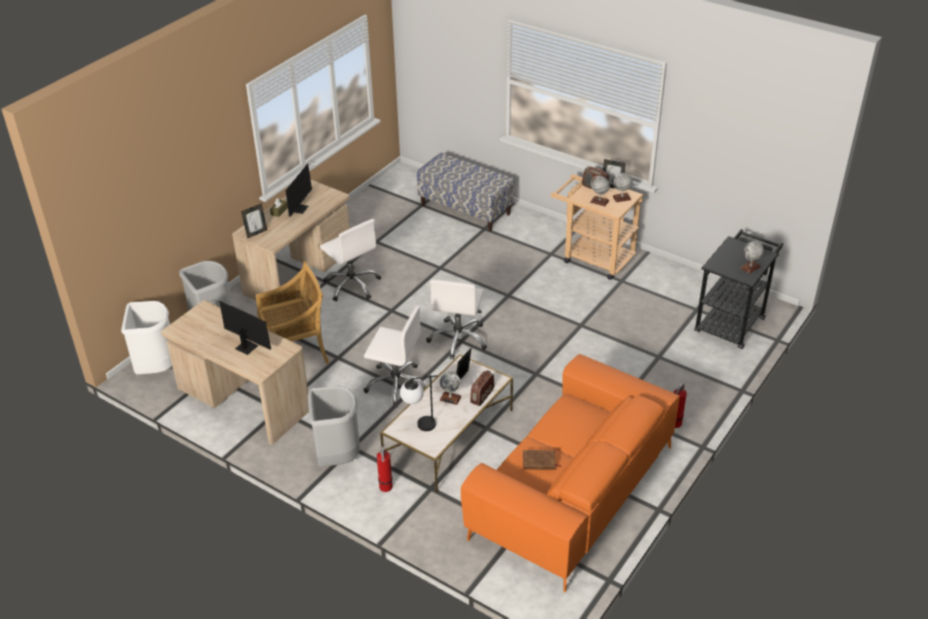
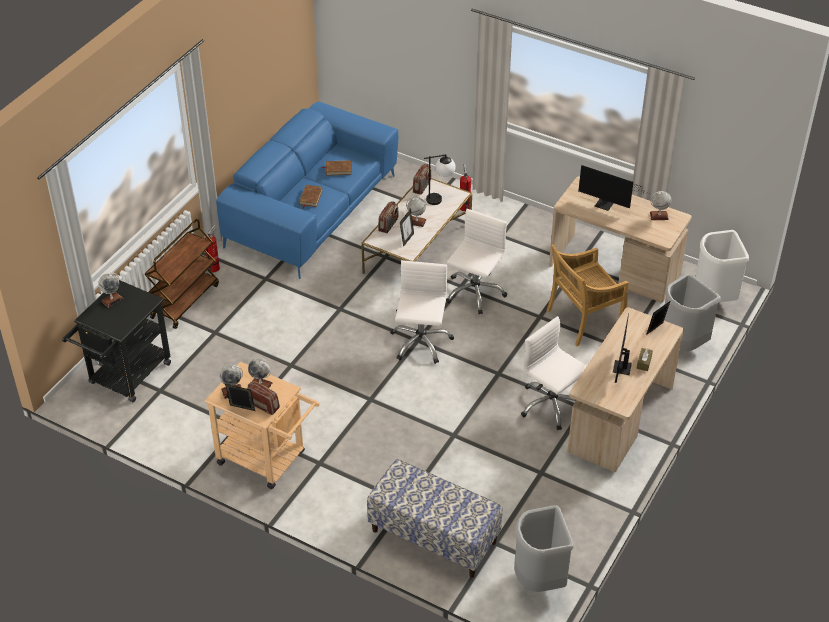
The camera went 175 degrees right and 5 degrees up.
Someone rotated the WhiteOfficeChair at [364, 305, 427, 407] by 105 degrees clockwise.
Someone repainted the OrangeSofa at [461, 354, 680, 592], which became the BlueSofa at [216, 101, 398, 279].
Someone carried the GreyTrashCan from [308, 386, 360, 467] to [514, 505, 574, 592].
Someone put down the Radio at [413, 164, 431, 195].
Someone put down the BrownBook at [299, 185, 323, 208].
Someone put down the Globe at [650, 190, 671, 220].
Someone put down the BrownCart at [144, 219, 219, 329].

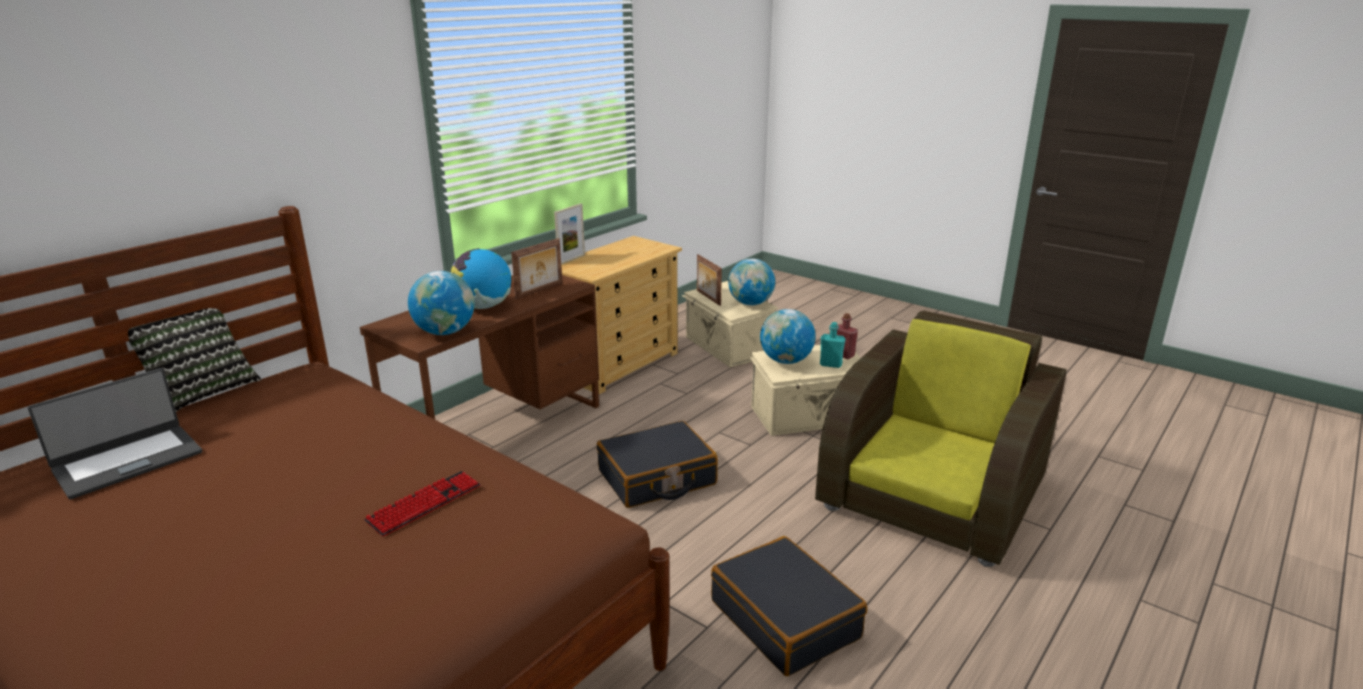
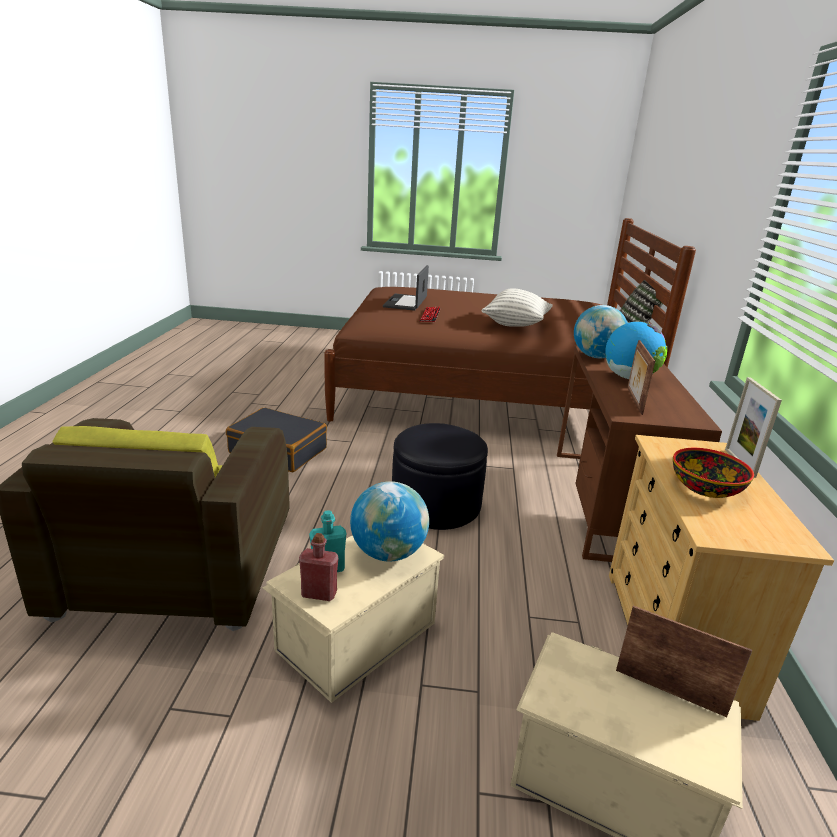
The camera went 145 degrees right and 0 degrees up.
Someone took away the Globe at [728, 258, 775, 305].
Someone carried the Laptop from [28, 368, 202, 499] to [383, 265, 429, 311].
Someone swapped the BlackSuitcase at [597, 421, 718, 508] for the BlackOttoman at [392, 423, 488, 530].
Someone put down the Pillow at [482, 288, 553, 327].
Someone put down the Bowl at [673, 448, 754, 498].

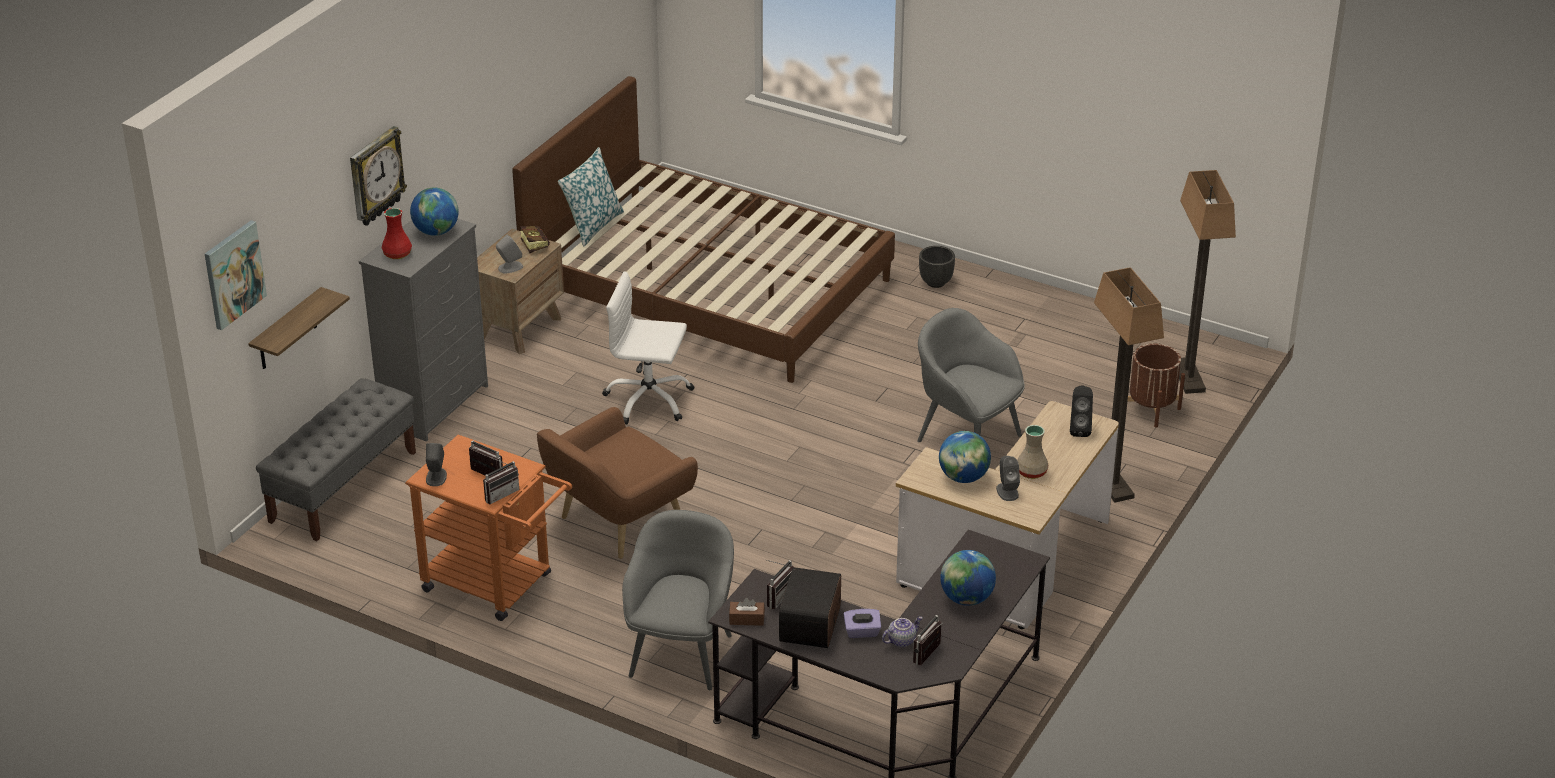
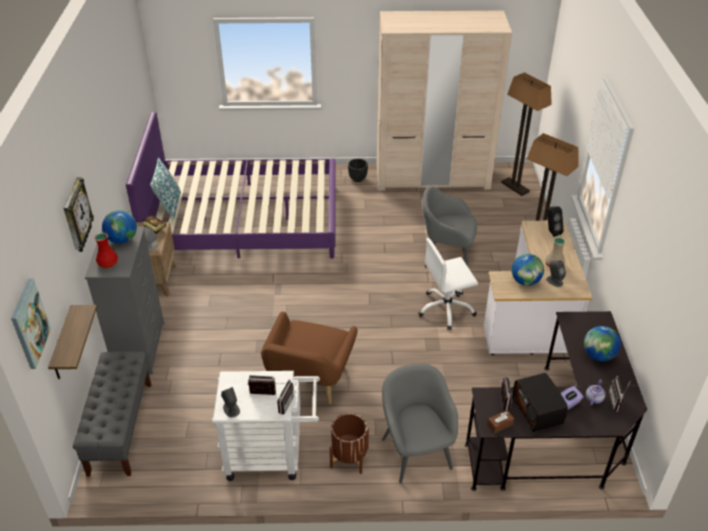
The camera went 30 degrees left and 5 degrees up.
Someone repainted the BrownBed at [512, 76, 895, 383], which became the PurpleBed at [126, 112, 336, 258].
Someone carried the WhiteOfficeChair from [602, 271, 694, 424] to [418, 238, 478, 330].
Someone carried the BrownPlanter from [1127, 344, 1185, 427] to [330, 413, 369, 474].
Someone repainted the OrangeCart at [405, 435, 572, 621], which became the WhiteCart at [212, 371, 320, 481].
Someone put down the BeigeWardrobe at [377, 10, 512, 191].

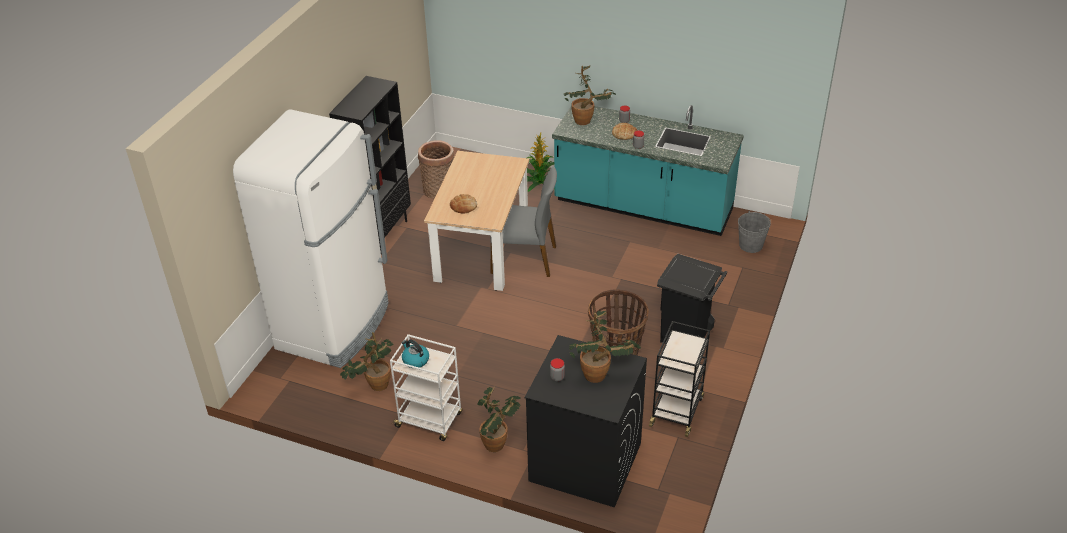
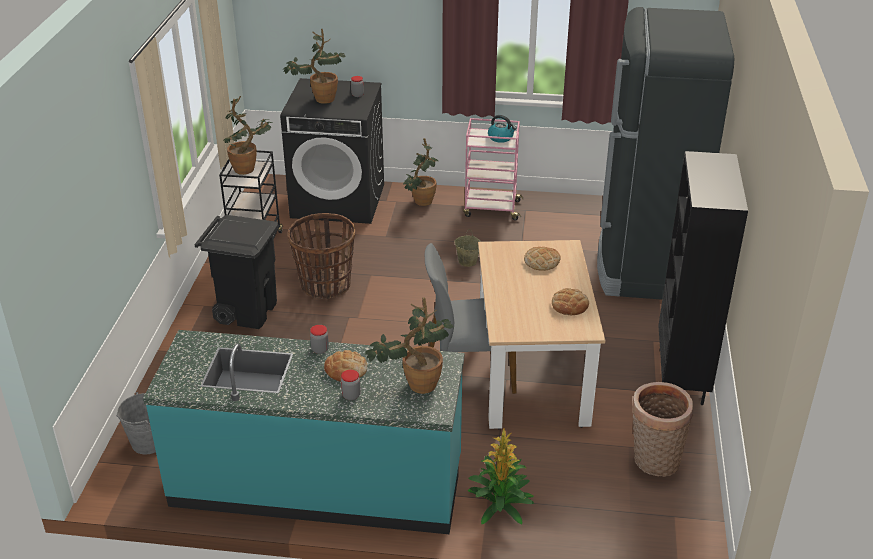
The camera went 165 degrees right and 5 degrees down.
Someone repainted the WhiteFridge at [233, 109, 389, 368], which became the BlackFridge at [597, 7, 734, 300].
Someone carried the PottedPlant from [340, 332, 393, 391] to [223, 96, 273, 175].
Someone repainted the WhiteCart at [390, 334, 463, 441], which became the PinkCart at [463, 118, 523, 220].
Someone put down the BeigeBucket at [454, 229, 481, 267].
Someone put down the Bread at [552, 288, 589, 315].

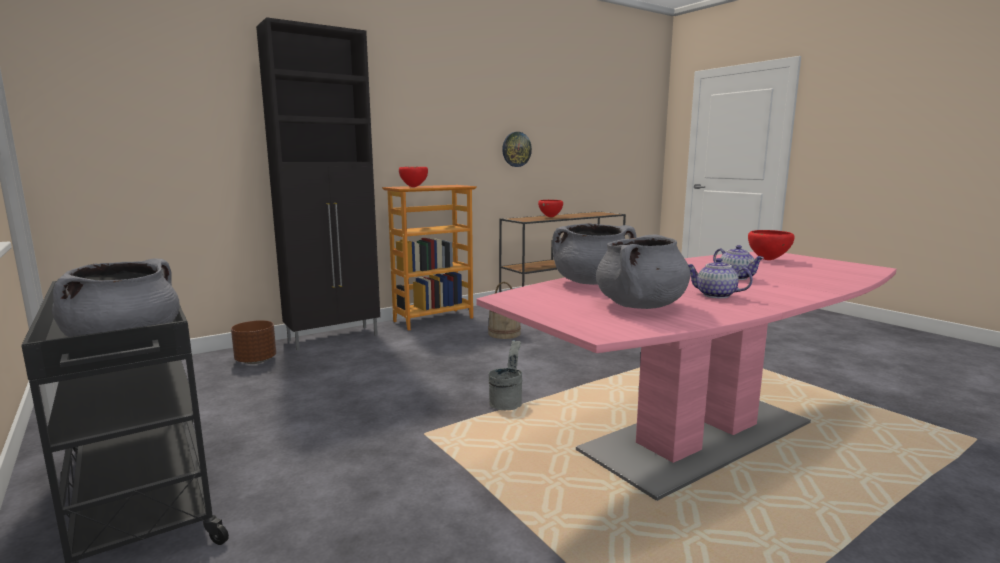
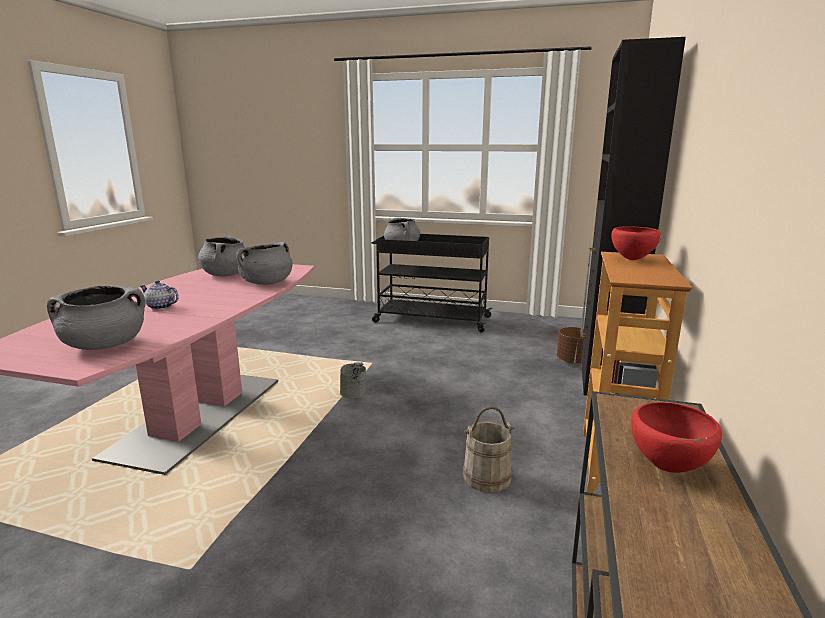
The camera went 140 degrees right and 5 degrees up.
Someone took away the WallClock at [502, 132, 532, 167].
Someone swapped the RedBowl at [748, 230, 794, 260] for the GreyCookingPot at [47, 286, 145, 350].
Someone took away the Teapot at [688, 258, 753, 298].

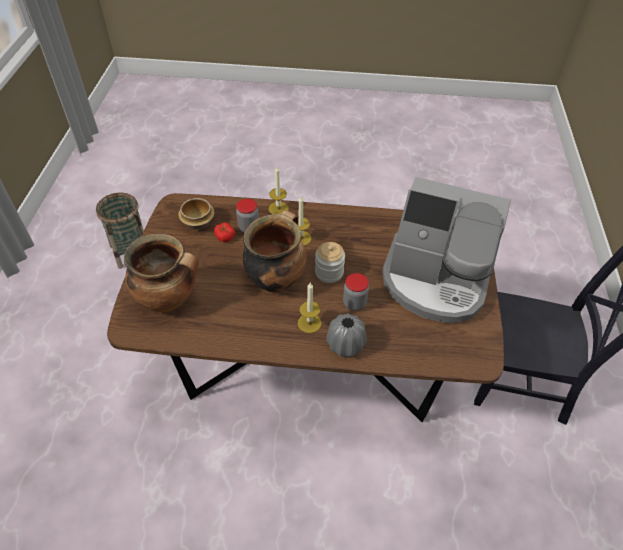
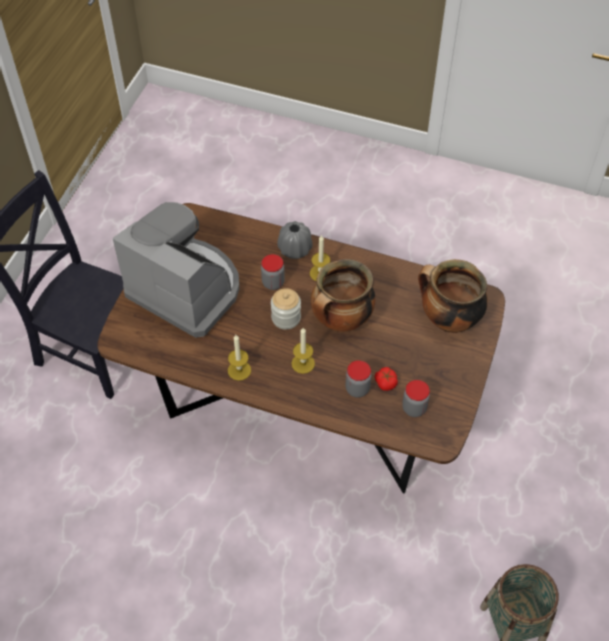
The camera went 165 degrees left and 5 degrees up.
Someone carried the Candle from [269, 167, 289, 214] to [228, 335, 251, 381].
Someone swapped the Bowl at [178, 198, 214, 230] for the Jar at [402, 380, 430, 417].

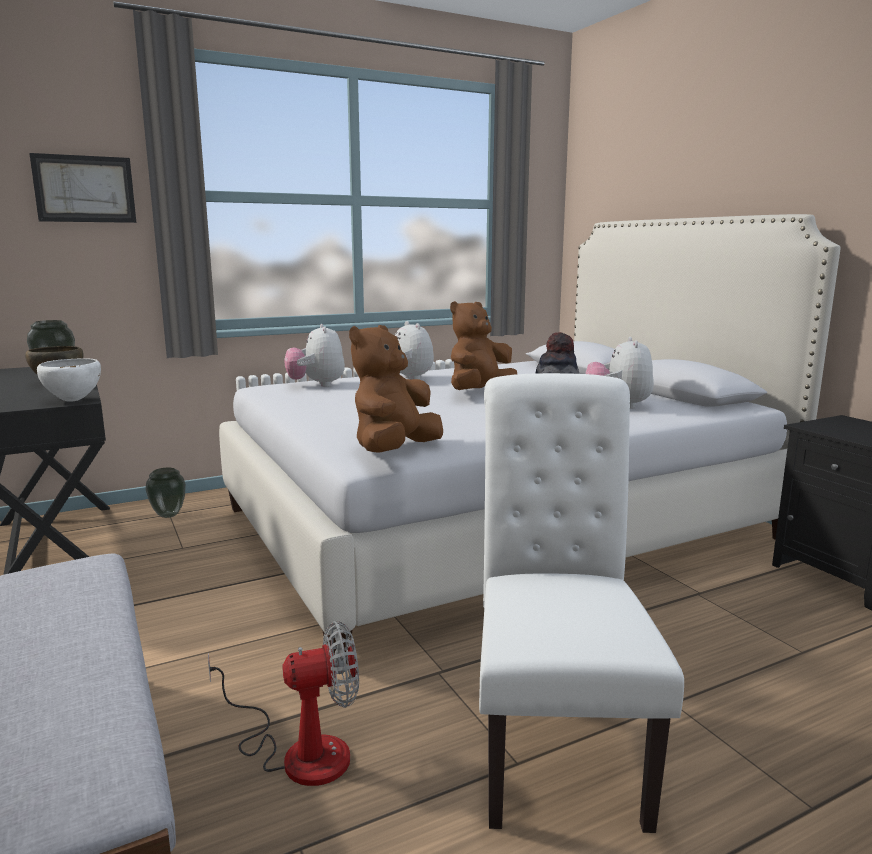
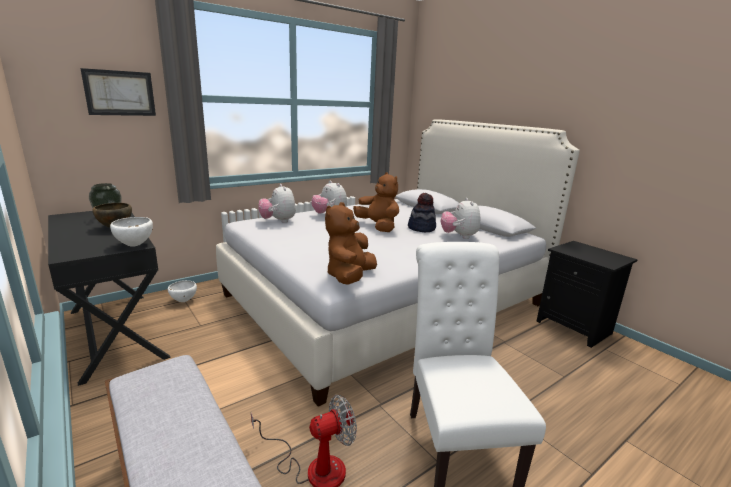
The camera went 10 degrees left and 5 degrees up.
Someone rotated the BrownPlushToy at [450, 301, 517, 390] by 105 degrees clockwise.
Someone swapped the Vase at [145, 468, 186, 518] for the WhiteBowl at [168, 280, 197, 302].

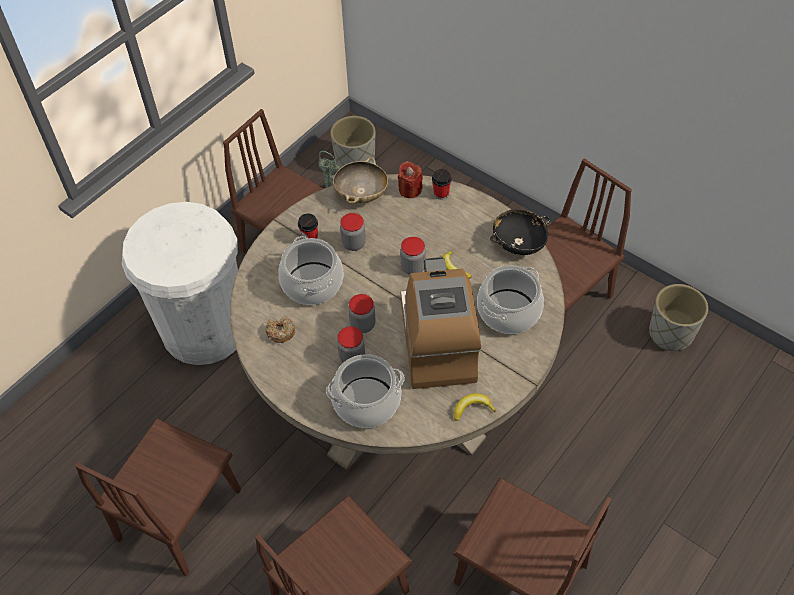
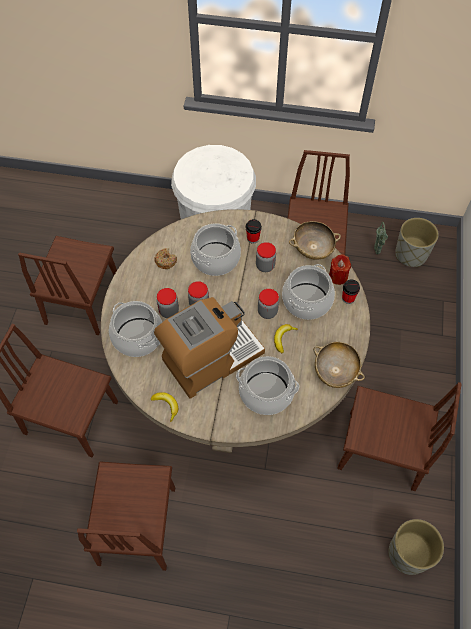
The camera went 60 degrees right and 5 degrees up.
Someone repainted the BlackBowl at [490, 209, 550, 255], which became the BeigeBowl at [313, 342, 365, 388].
Someone rotated the BrownChair at [75, 418, 241, 576] by 75 degrees counterclockwise.
Someone put down the CookingPot at [282, 264, 335, 320].

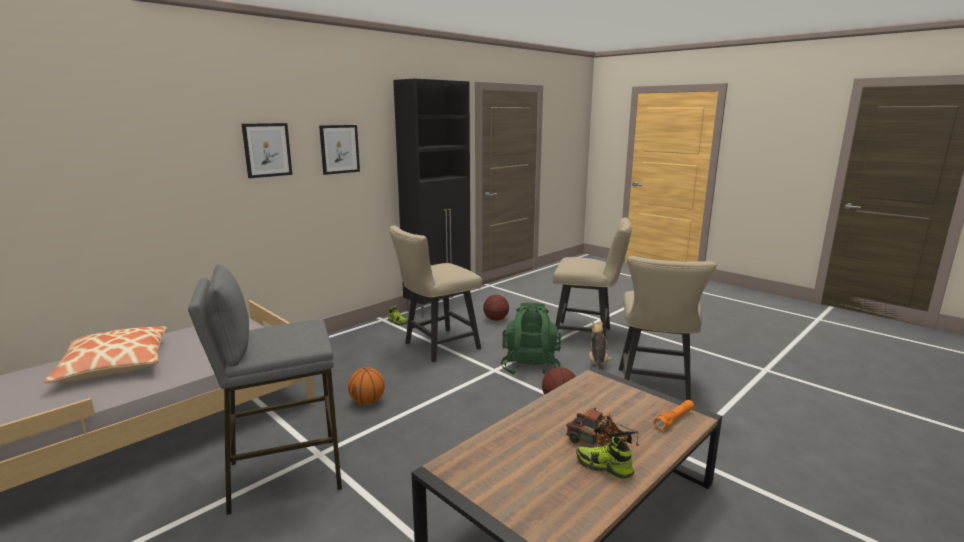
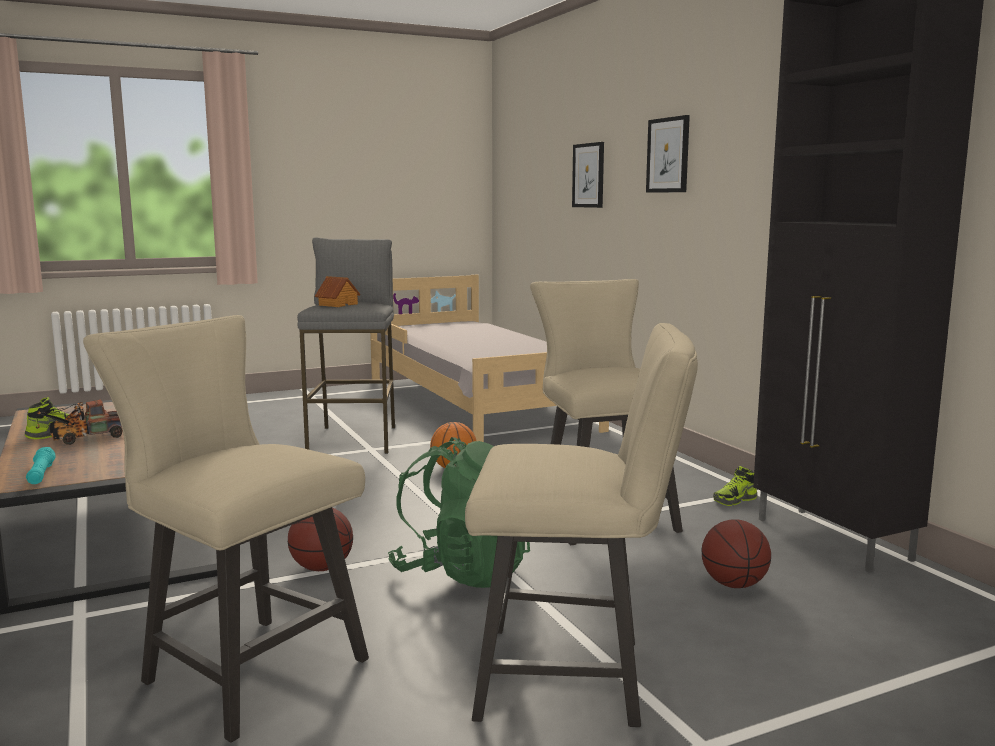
The camera went 110 degrees right and 5 degrees down.
Someone carried the Picture from [319, 125, 360, 175] to [572, 142, 604, 208].
Someone rotated the BeigeChair at [553, 218, 632, 348] by 120 degrees counterclockwise.
Someone took away the PlushToy at [589, 320, 612, 370].
Someone took away the Pillow at [44, 326, 167, 383].
Someone repainted the OrangeFlashlight at [653, 400, 694, 431], which became the TurquoiseFlashlight at [26, 447, 56, 484].
Someone put down the ToyHouse at [315, 276, 360, 307].

